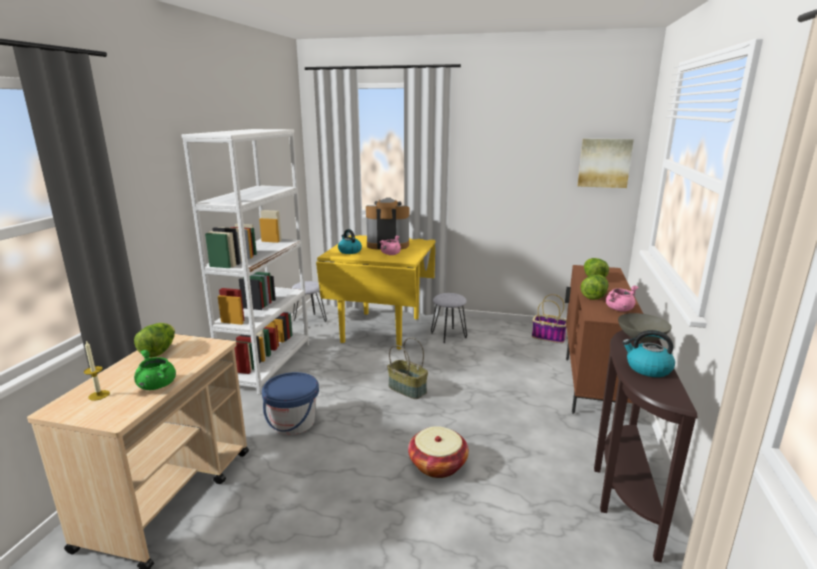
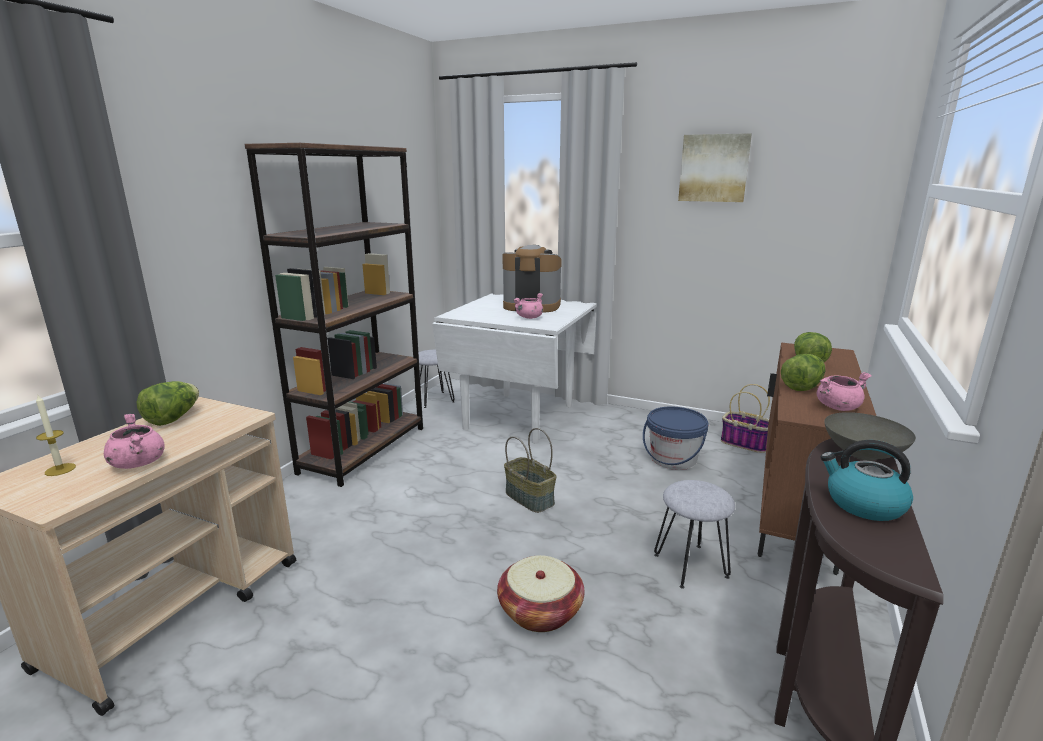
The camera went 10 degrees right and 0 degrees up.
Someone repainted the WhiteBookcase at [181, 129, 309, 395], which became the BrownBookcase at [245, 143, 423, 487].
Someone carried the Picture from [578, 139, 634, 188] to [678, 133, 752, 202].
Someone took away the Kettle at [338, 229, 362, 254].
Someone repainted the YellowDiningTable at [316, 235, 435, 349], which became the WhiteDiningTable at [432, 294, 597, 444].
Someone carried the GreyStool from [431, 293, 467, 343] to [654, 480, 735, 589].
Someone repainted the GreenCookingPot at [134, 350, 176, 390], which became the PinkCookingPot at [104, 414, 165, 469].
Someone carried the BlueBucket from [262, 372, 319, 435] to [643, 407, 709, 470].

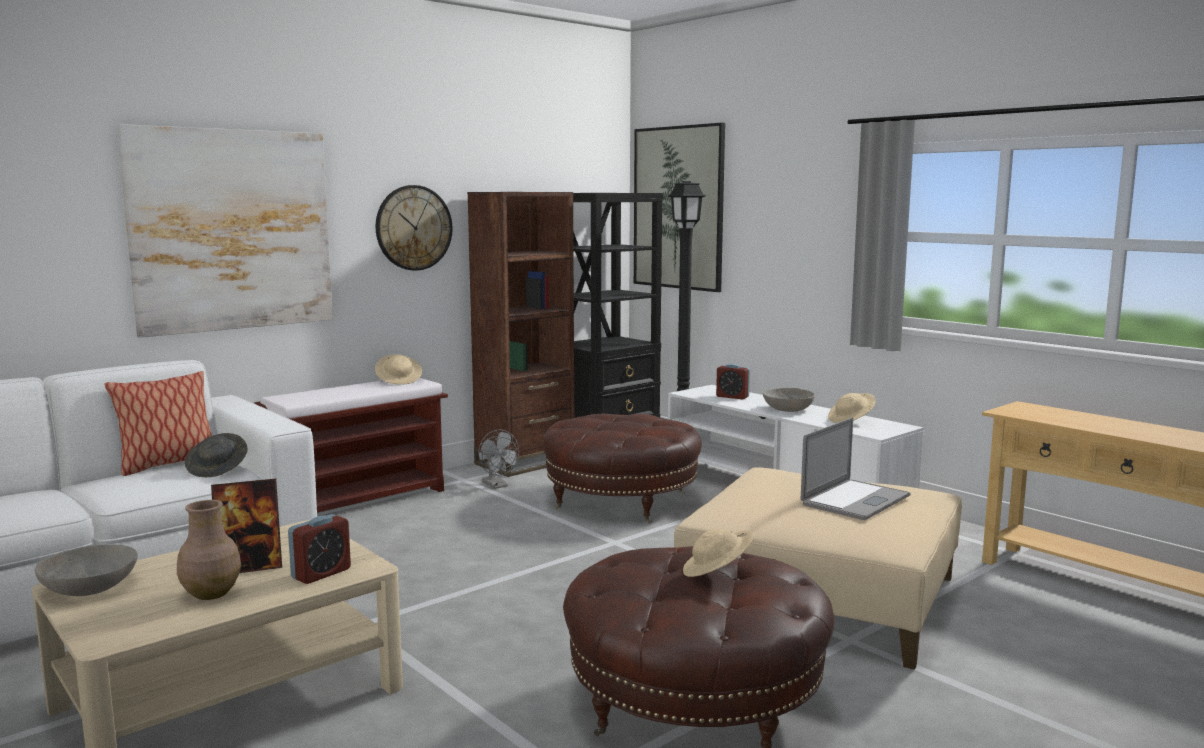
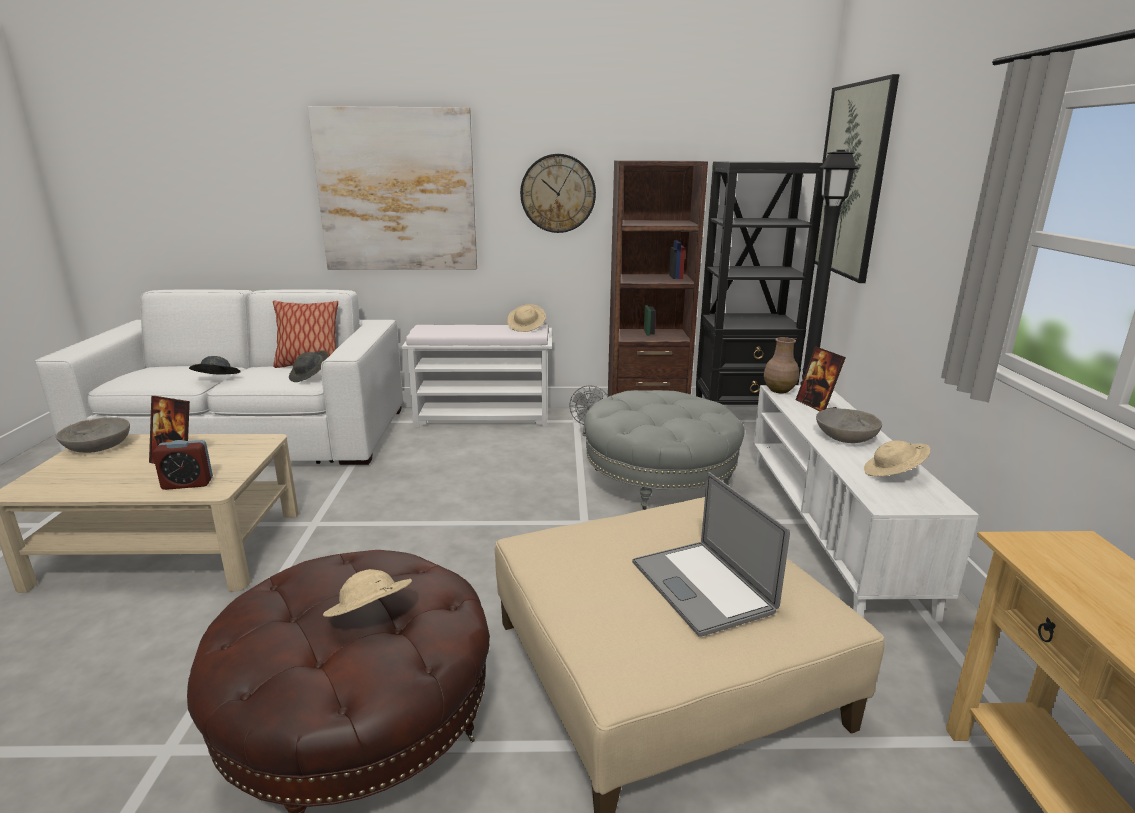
The camera went 40 degrees right and 10 degrees up.
Someone swapped the AlarmClock at [716, 364, 750, 399] for the PictureFrame at [796, 346, 846, 411].
Someone repainted the BrownBench at [254, 378, 448, 513], which became the WhiteBench at [402, 325, 552, 427].
Someone repainted the BrownOttoman at [543, 414, 702, 523], which became the GreyOttoman at [584, 390, 745, 510].
Someone rotated the Laptop at [801, 418, 911, 520] by 75 degrees clockwise.
Someone carried the BrownVase from [177, 500, 241, 600] to [764, 337, 799, 393].
Someone put down the GreyHat at [189, 356, 241, 375].

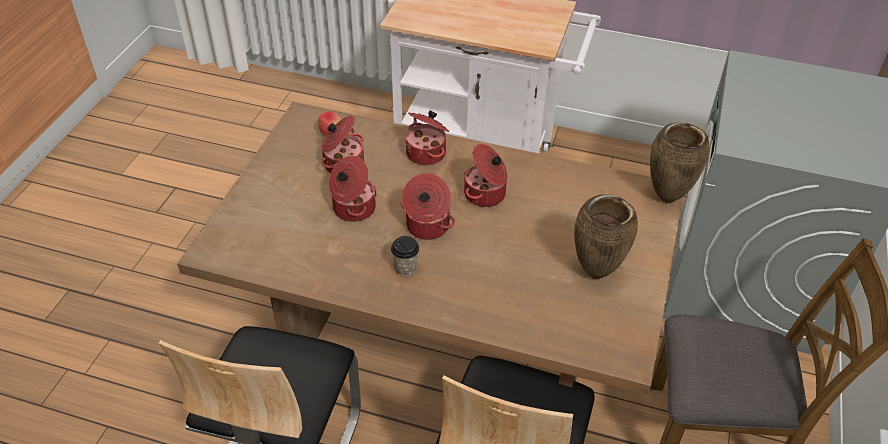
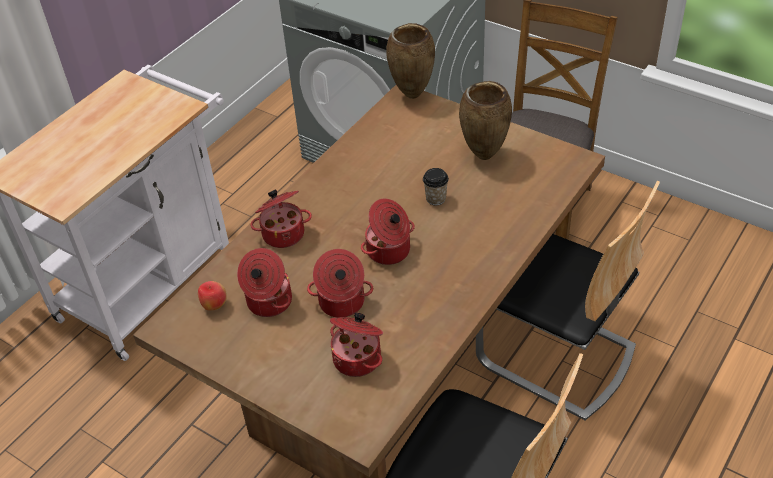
The camera went 70 degrees left and 0 degrees up.
Someone carried the CookingPot from [464, 144, 507, 207] to [330, 312, 383, 377].
Someone carried the Cup from [391, 236, 419, 276] to [423, 168, 449, 205].

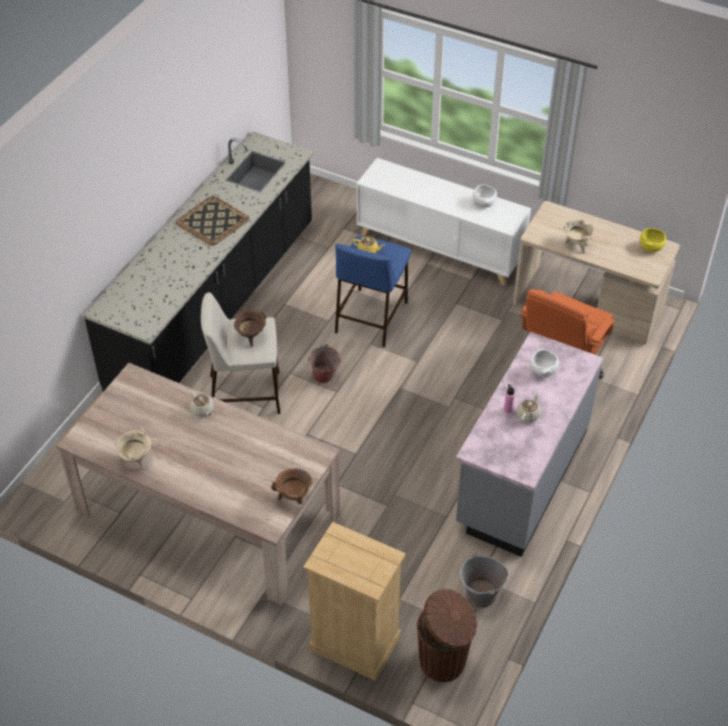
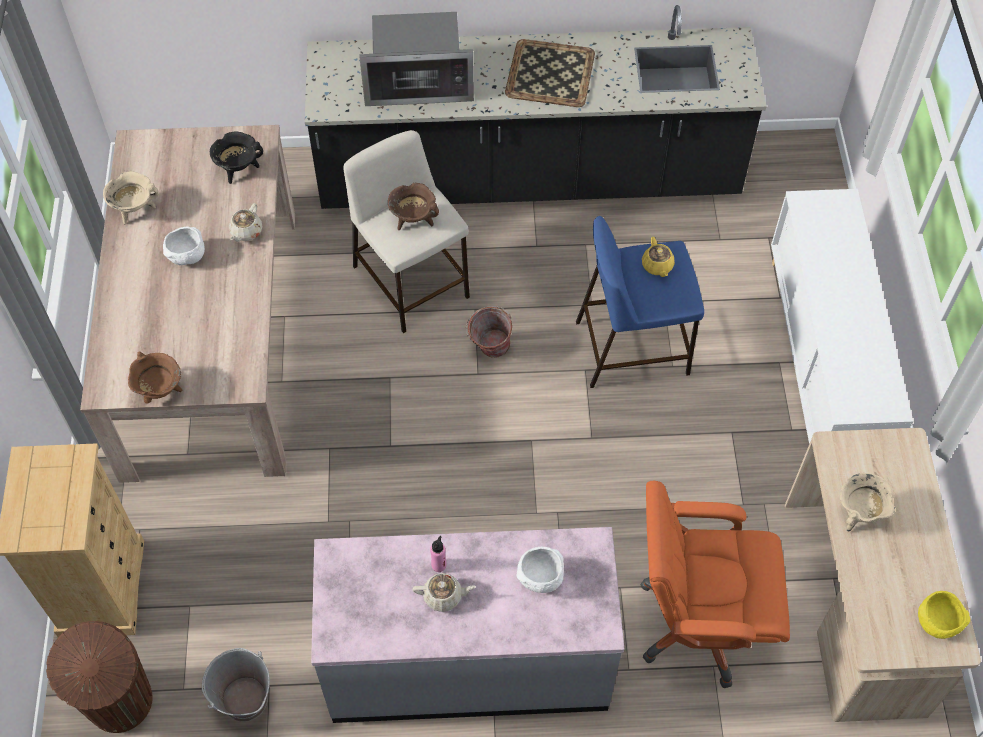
The camera went 60 degrees right and 10 degrees up.
Someone carried the WhiteBowl from [473, 184, 497, 208] to [163, 227, 205, 265].
Someone put down the Microwave at [359, 12, 474, 106].
Someone put down the BlackCookingPot at [210, 131, 263, 184].

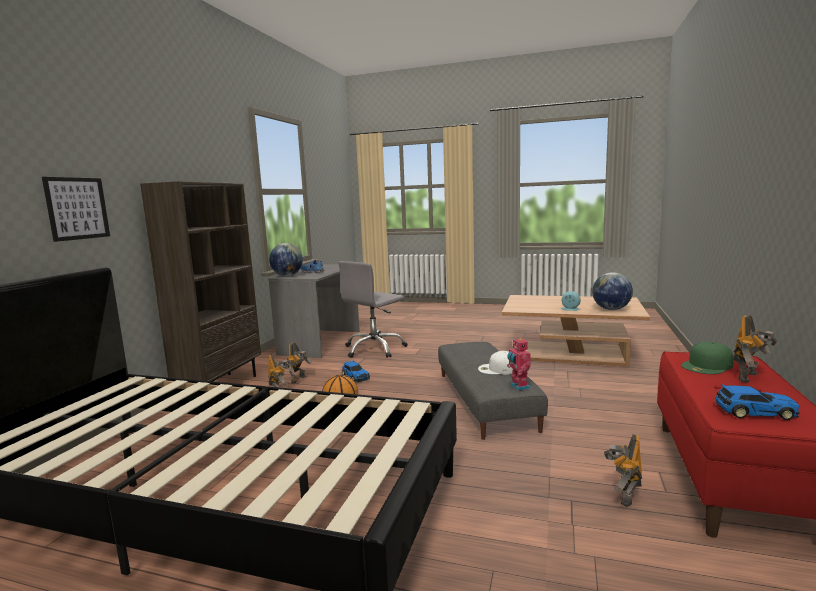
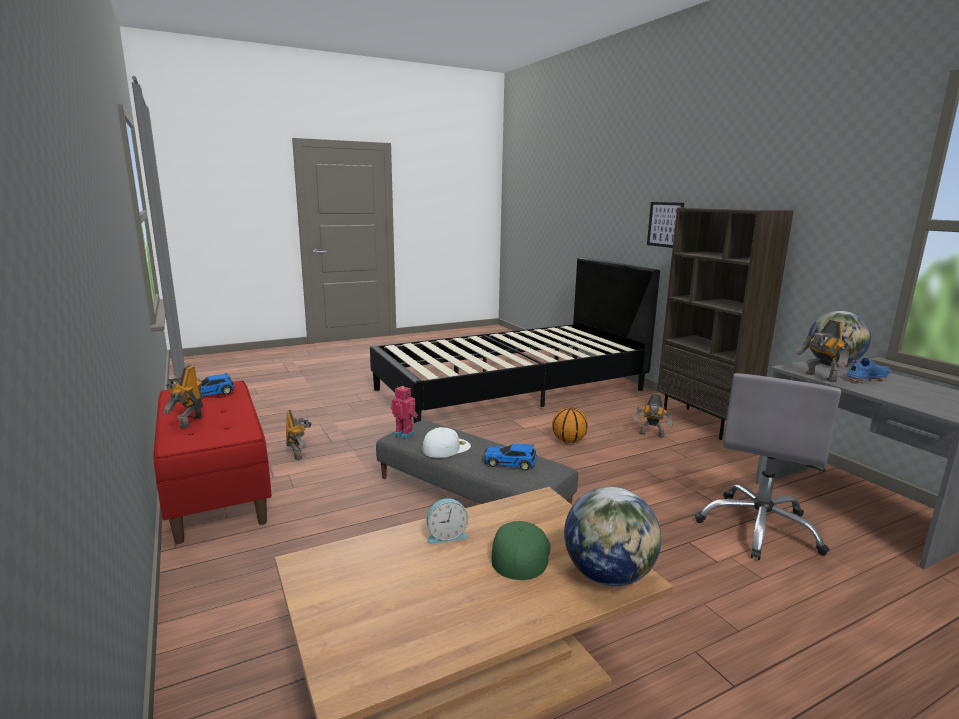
The camera went 135 degrees right and 5 degrees up.
Someone rotated the GreyOfficeChair at [338, 261, 408, 358] by 150 degrees counterclockwise.
Someone carried the Globe from [592, 272, 633, 310] to [564, 486, 661, 586].
Someone carried the GreenCap from [681, 342, 733, 374] to [491, 521, 551, 580].
Someone carried the ToyRobot from [287, 343, 312, 383] to [796, 320, 850, 382].
Someone carried the ToyCar from [342, 360, 370, 382] to [484, 444, 537, 471].

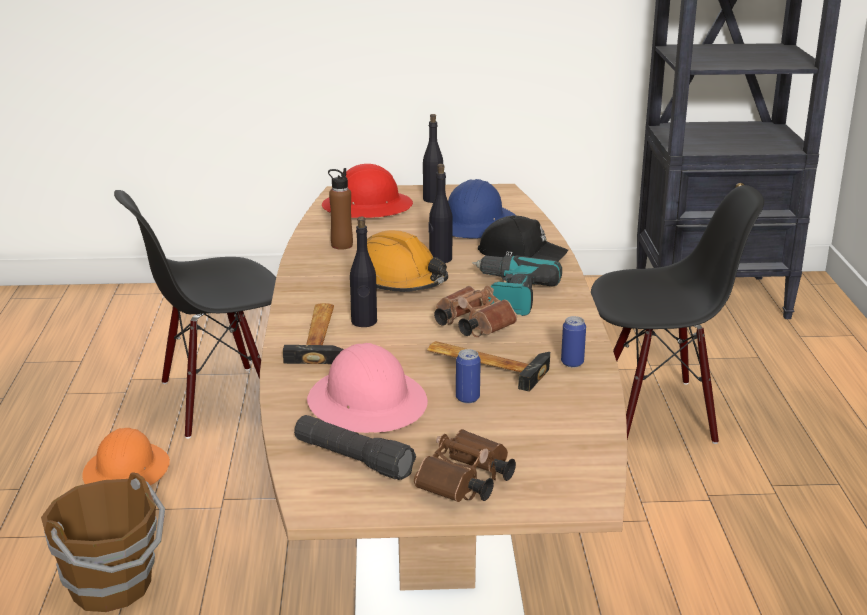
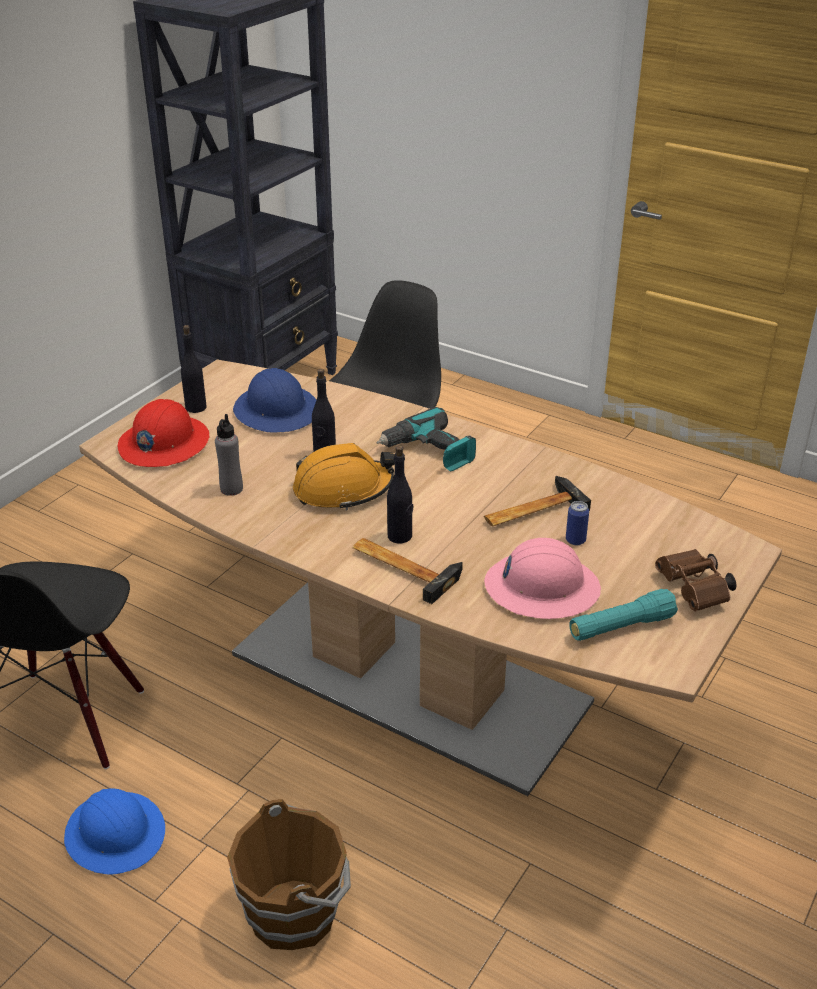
The camera went 55 degrees left and 10 degrees up.
Someone repainted the BrownBottle at [328, 168, 353, 250], which became the GreyBottle at [215, 414, 243, 496].
Someone took away the BlackCap at [478, 215, 568, 261].
Someone took away the BrownBinoculars at [434, 286, 517, 337].
Someone took away the Can at [561, 316, 586, 367].
Someone repainted the BlackFlashlight at [294, 415, 416, 480], which became the TurquoiseFlashlight at [569, 589, 678, 641].
Someone repainted the OrangeHardHat at [82, 428, 170, 485], which became the BlueHardHat at [64, 788, 165, 875].

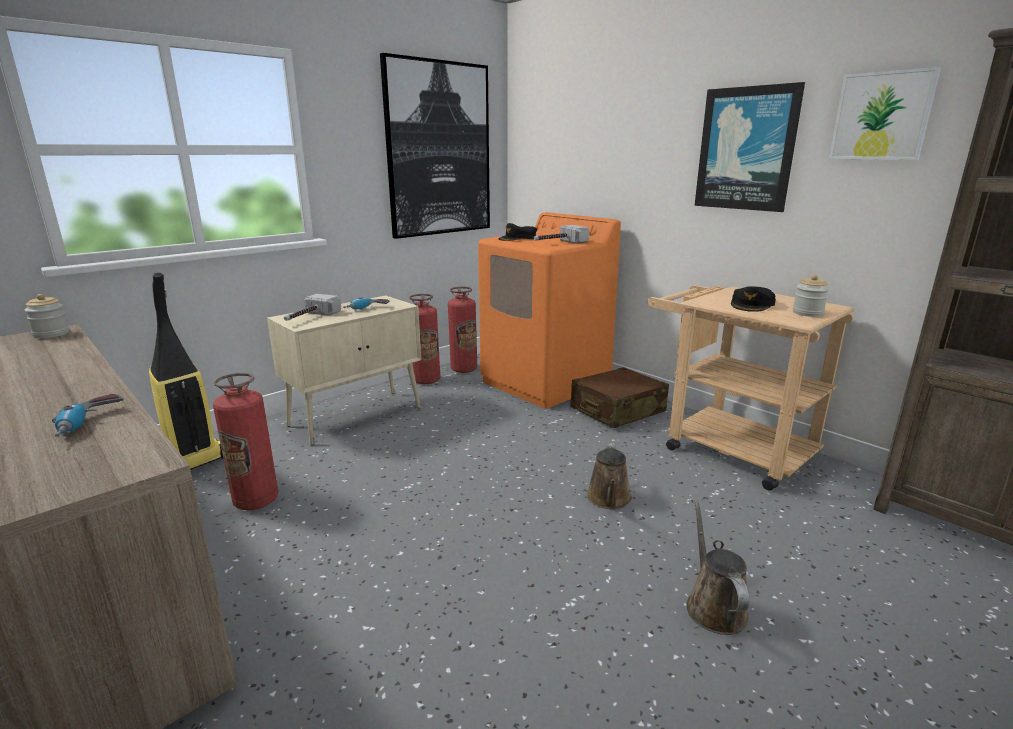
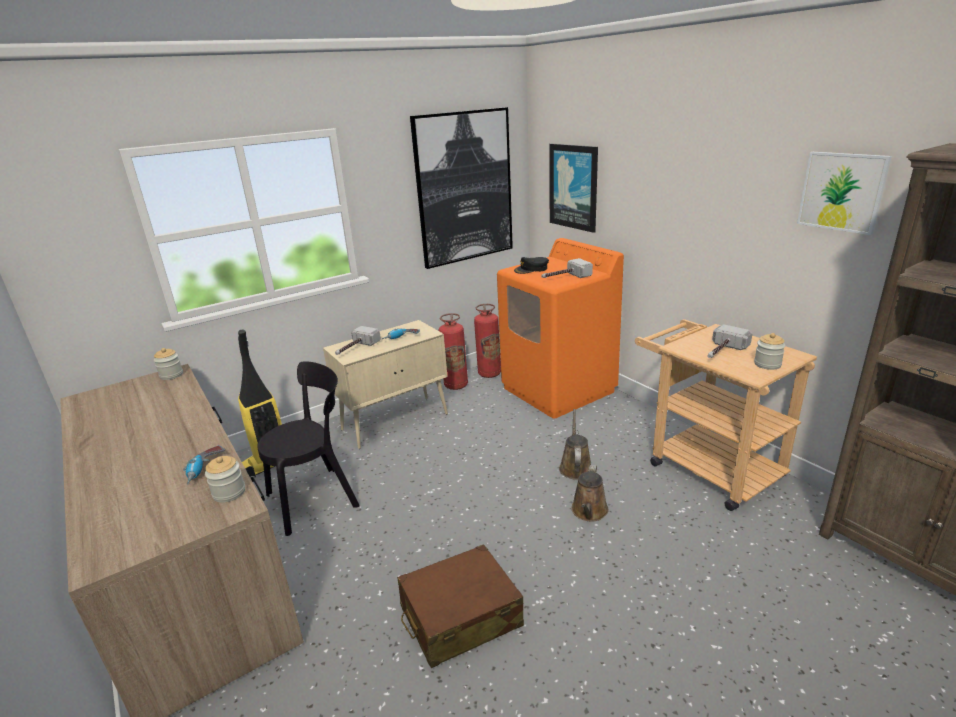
The camera went 10 degrees right and 5 degrees up.
Someone carried the Picture from [695, 82, 805, 212] to [549, 144, 598, 233].
Someone swapped the BlackCap at [731, 286, 776, 312] for the Hammer at [707, 324, 752, 358].
Someone carried the BrownSuitcase from [570, 367, 669, 428] to [397, 544, 524, 668].
Someone swapped the FireExtinguisher at [213, 373, 278, 510] for the BlackChair at [257, 361, 360, 536].
Someone carried the BrownWateringCan from [687, 499, 749, 635] to [559, 409, 591, 480].
Someone put down the Jar at [205, 456, 245, 502].

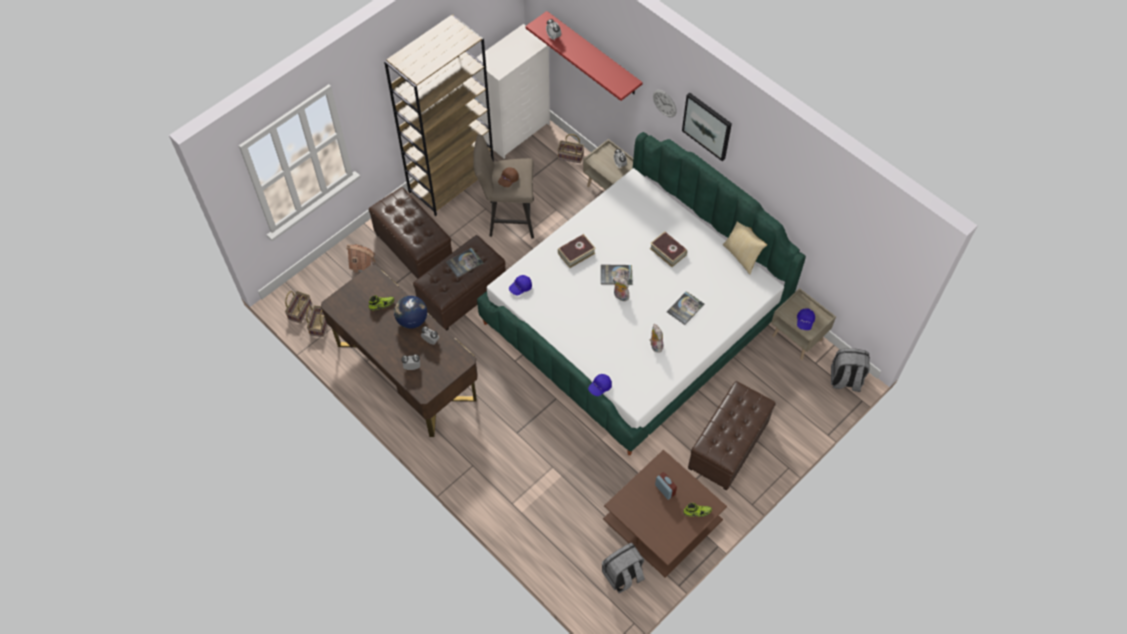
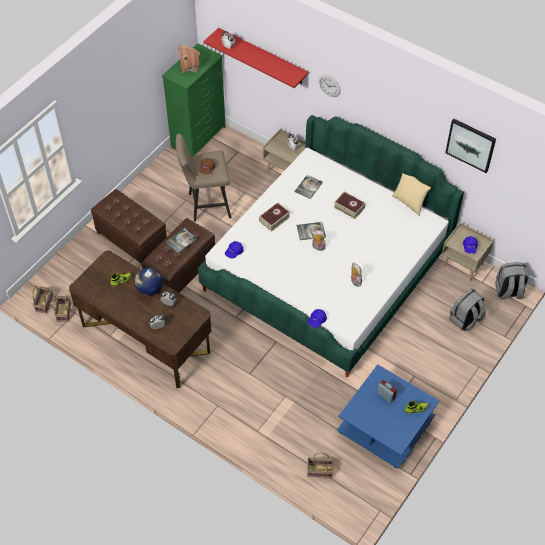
The camera went 10 degrees left and 5 degrees down.
Someone took away the BrownBookcase at [384, 15, 494, 216].
Someone repainted the WhiteDresser at [475, 24, 550, 159], which became the GreenDresser at [162, 43, 226, 157].
Someone carried the Picture from [682, 93, 732, 161] to [445, 119, 496, 173].
Someone carried the Basket from [558, 134, 584, 163] to [307, 453, 333, 478].
Someone carried the ToyHouse from [346, 244, 376, 273] to [178, 44, 200, 73].
Someone carried the Book from [667, 291, 704, 325] to [295, 175, 323, 199].
Someone took away the BrownOttoman at [688, 381, 776, 491].
Someone repainted the BrownCoffeeTable at [603, 450, 727, 577], which became the BlueCoffeeTable at [337, 364, 439, 469].
Someone carried the GreyBackpack from [602, 543, 645, 593] to [449, 288, 486, 331].

